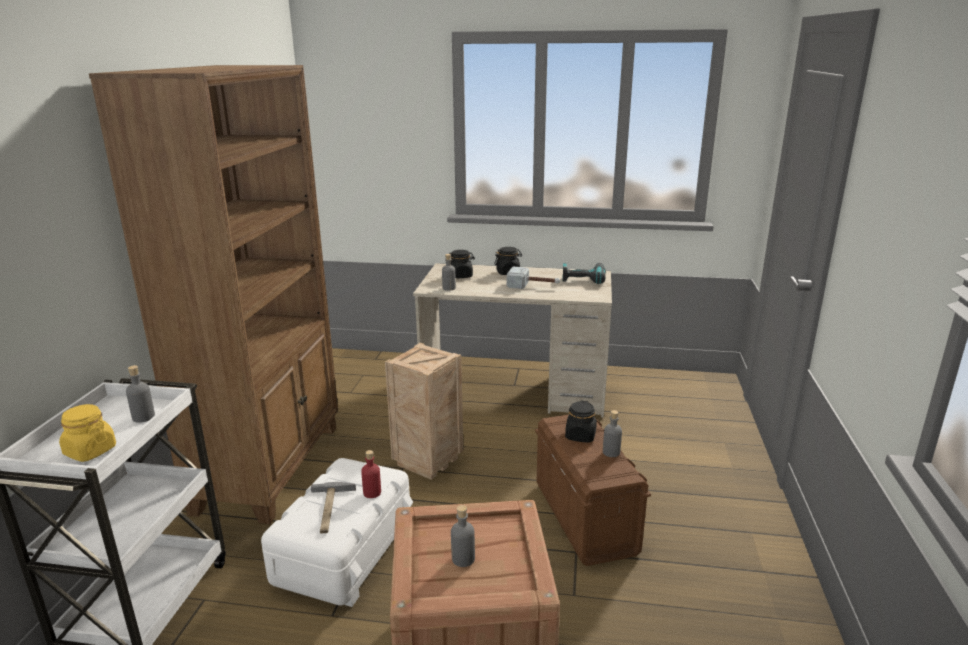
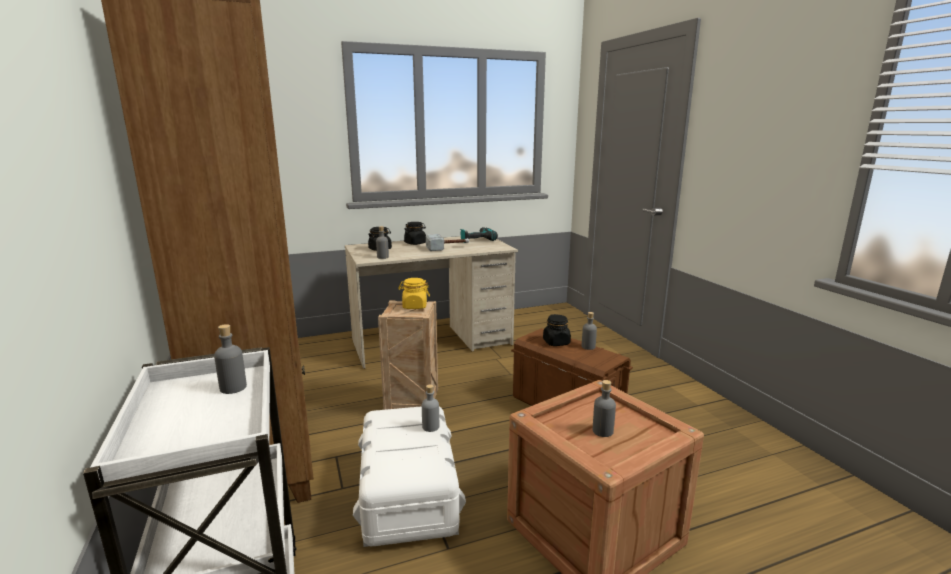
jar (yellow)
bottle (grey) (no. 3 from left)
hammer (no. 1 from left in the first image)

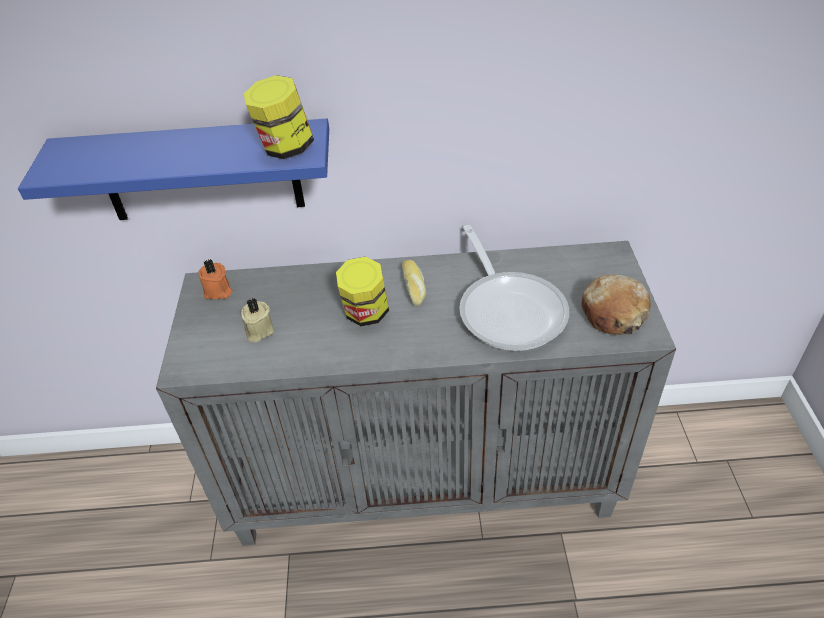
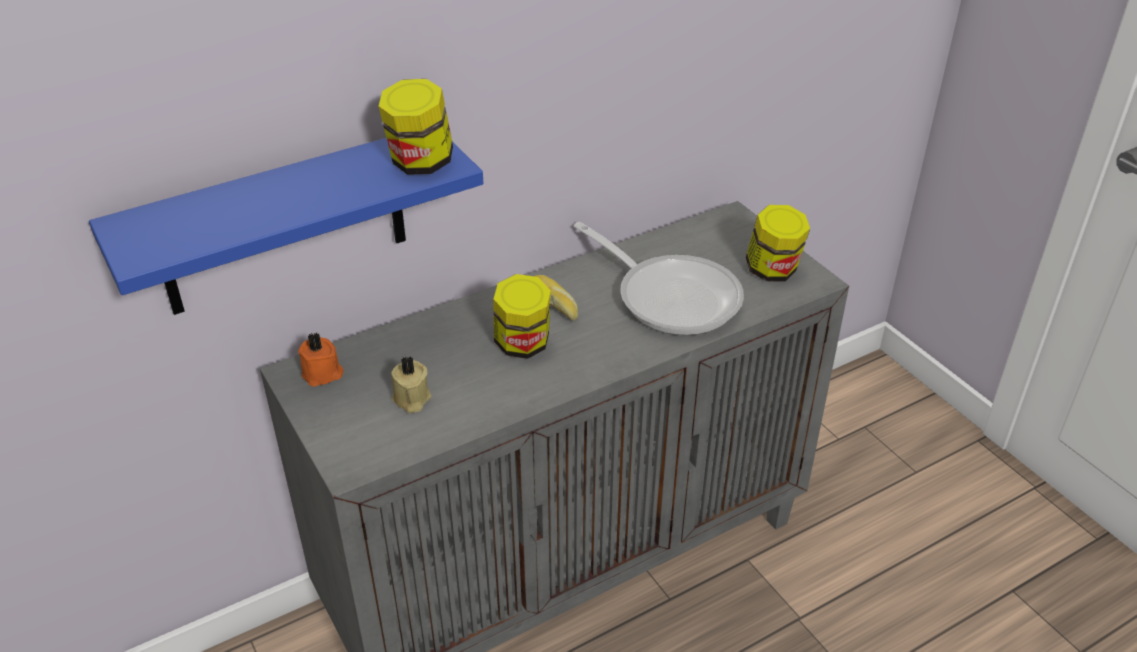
jar (no. 3 from left)

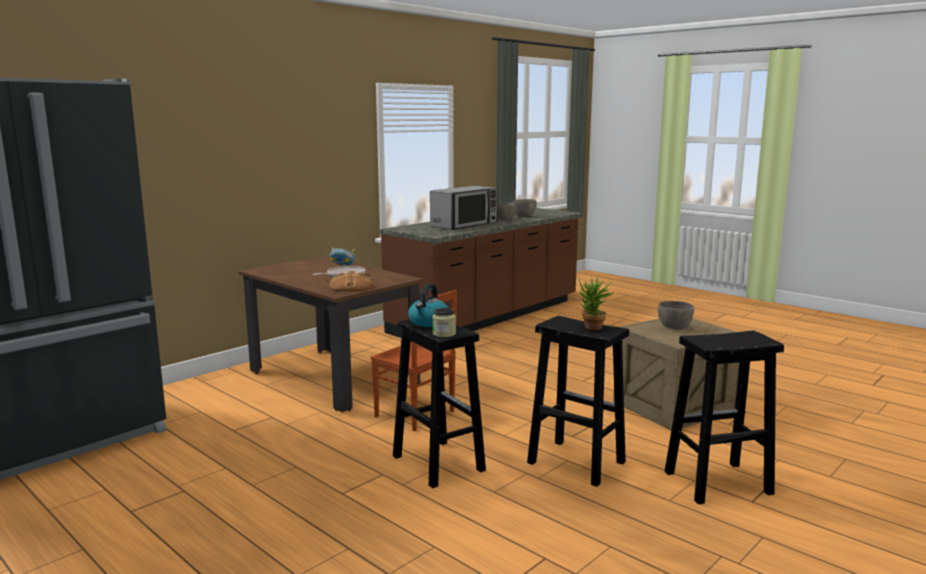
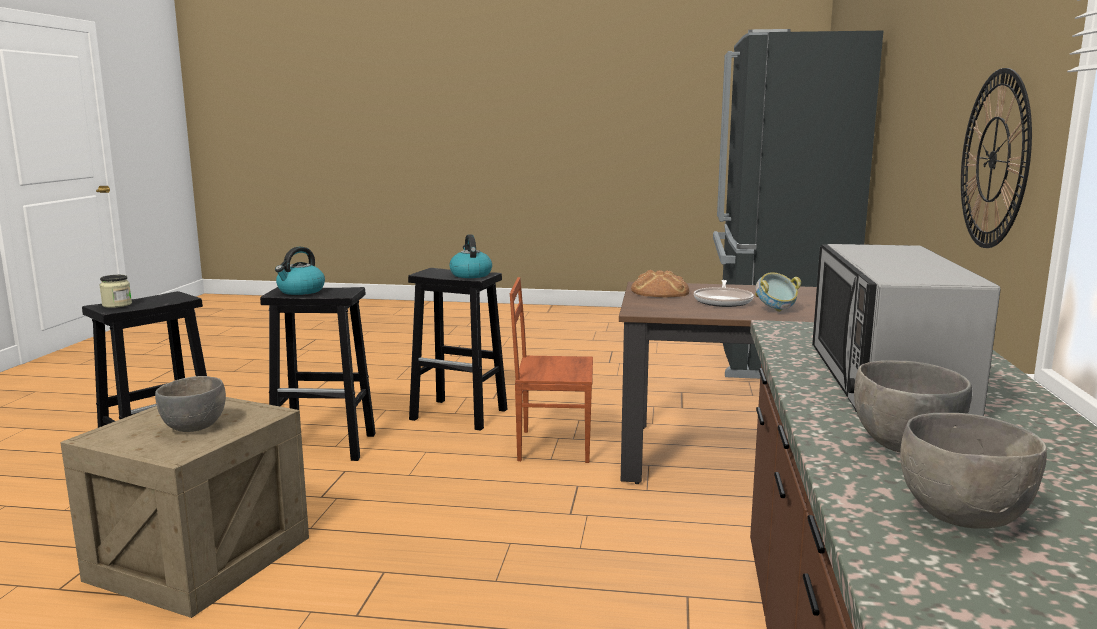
jar
kettle (no. 1 from left)
wall clock

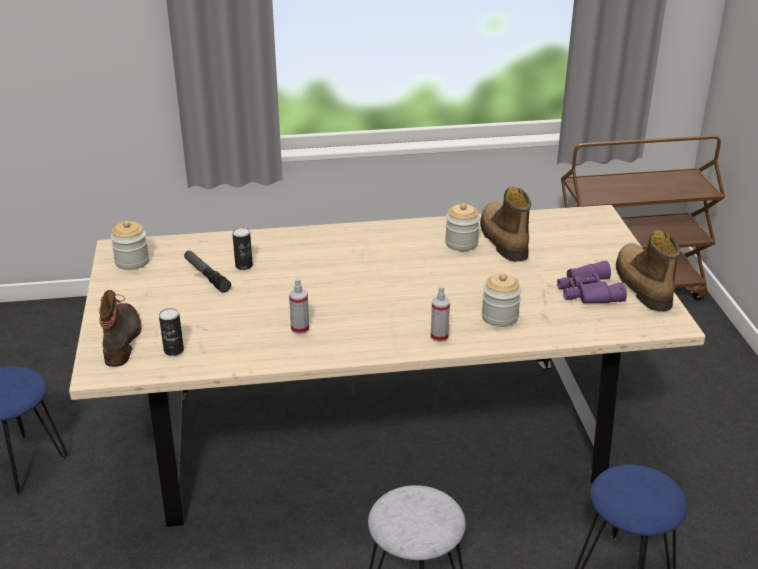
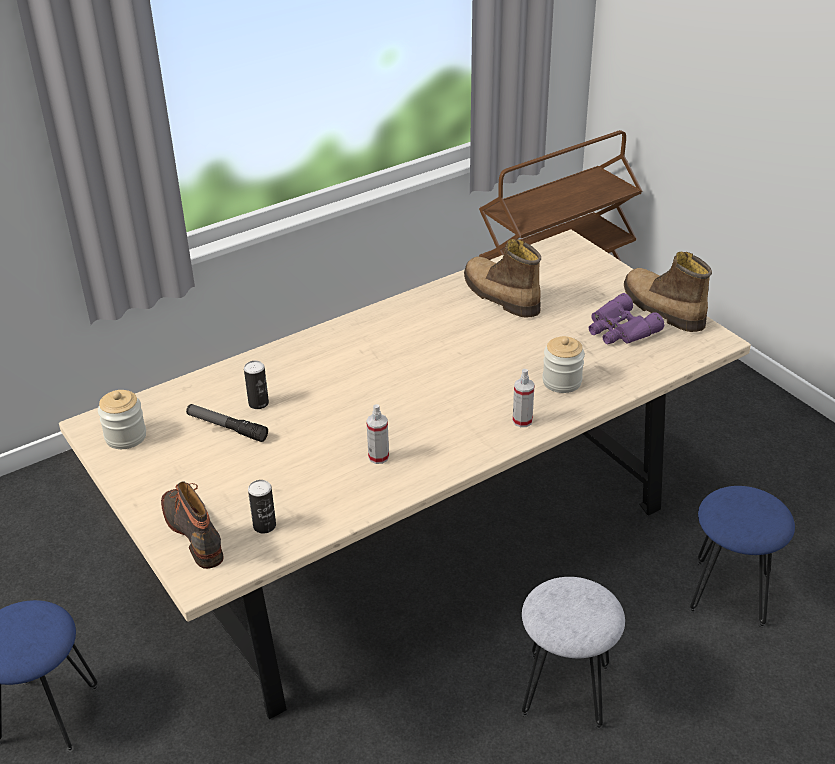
jar (no. 2 from left in the first image)

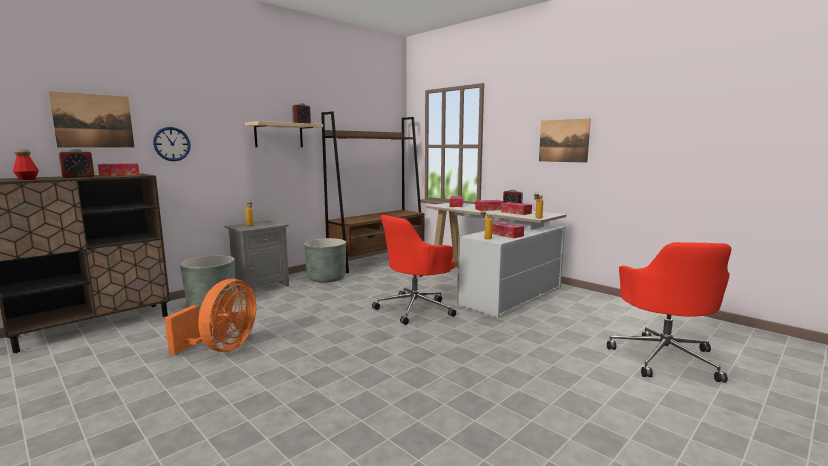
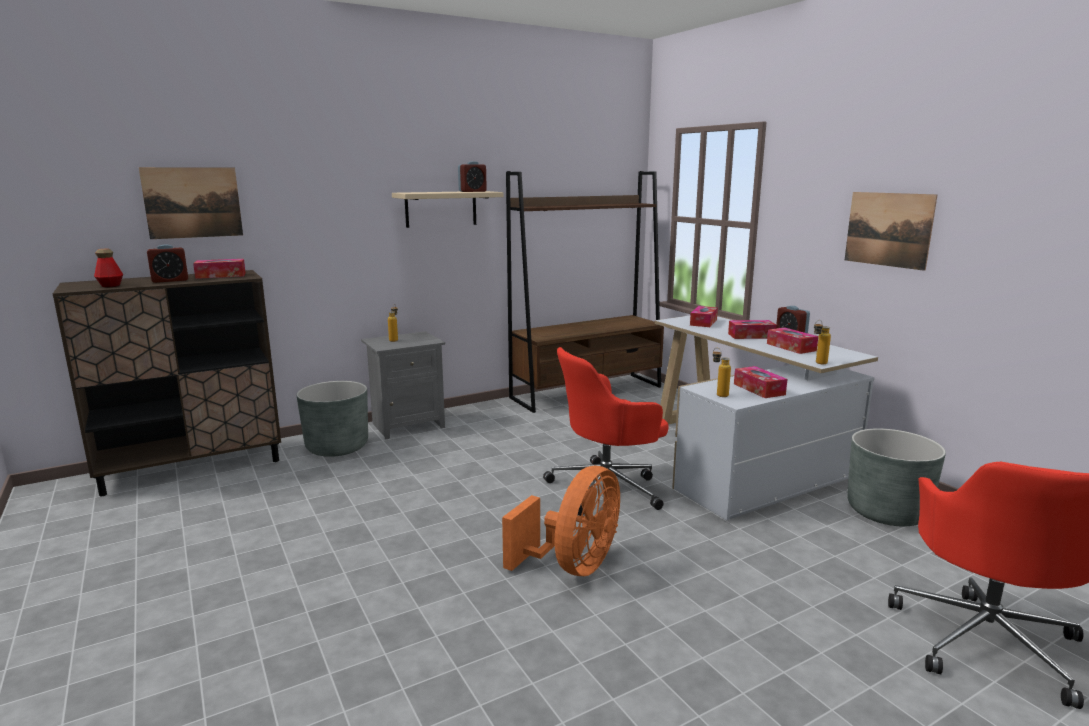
fan (orange)
planter (grey) (no. 2 from left)
wall clock

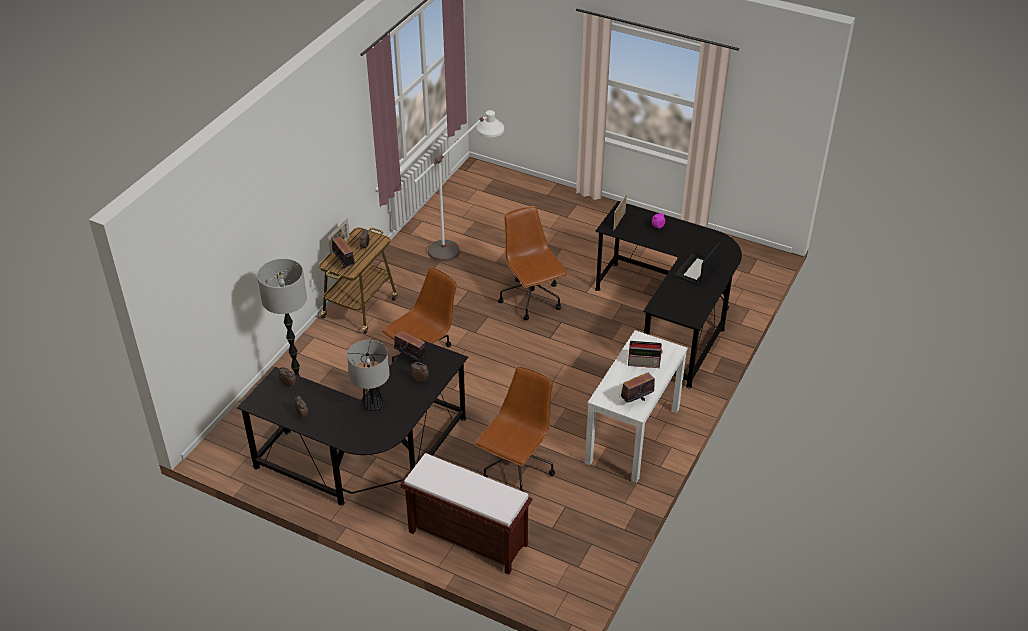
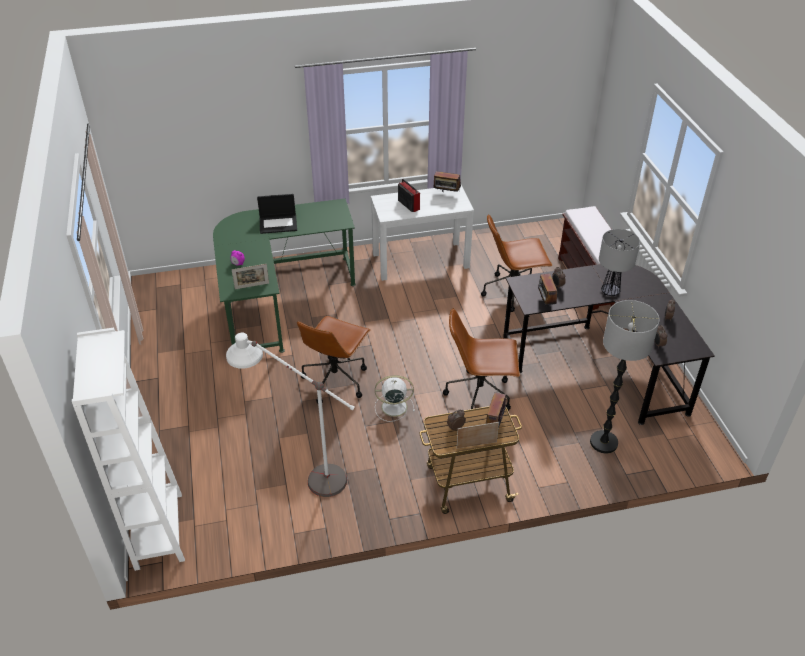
bookcase (white)
desk (green)
fan (white)

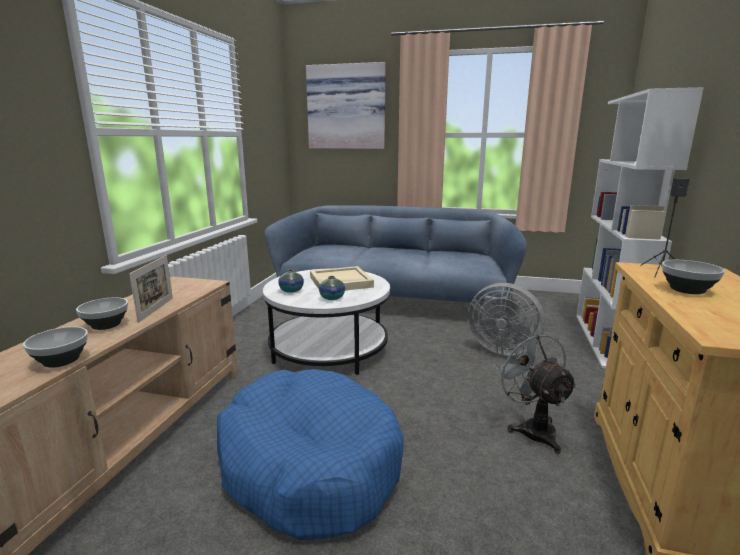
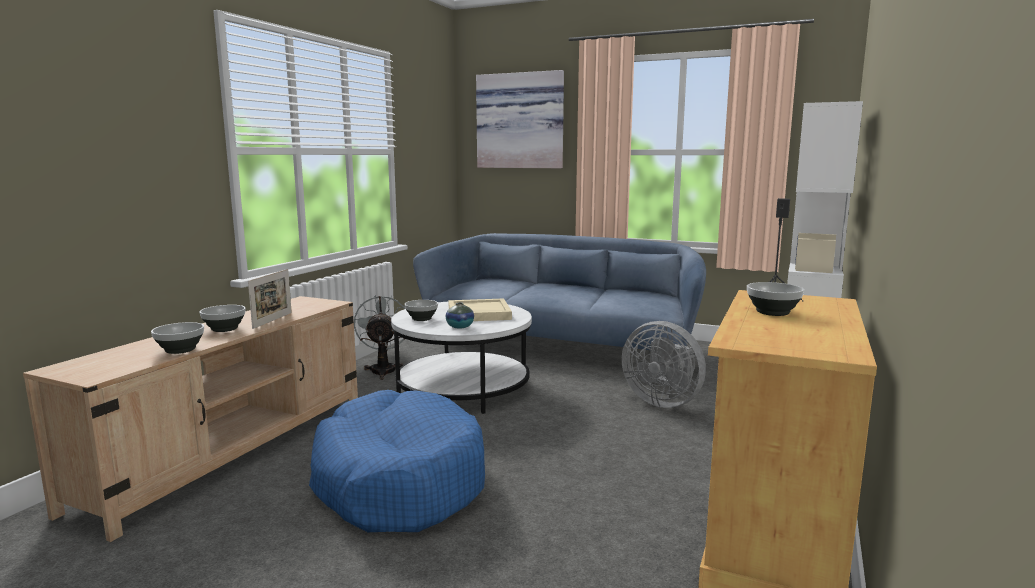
fan (grey) (no. 1 from left)
bowl (no. 3 from left)

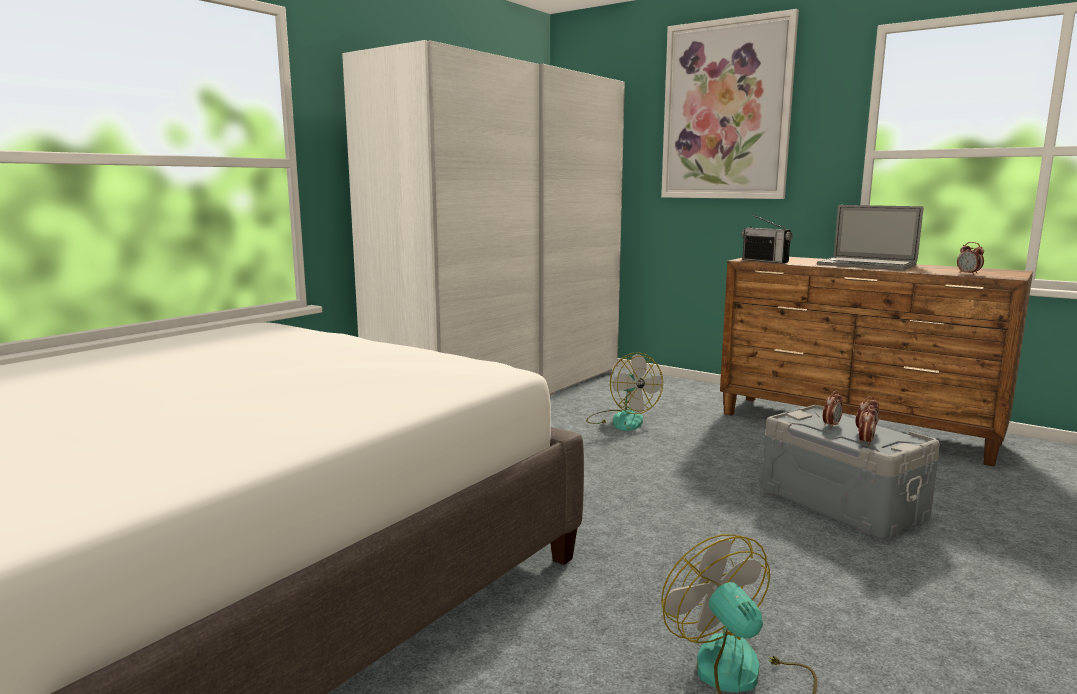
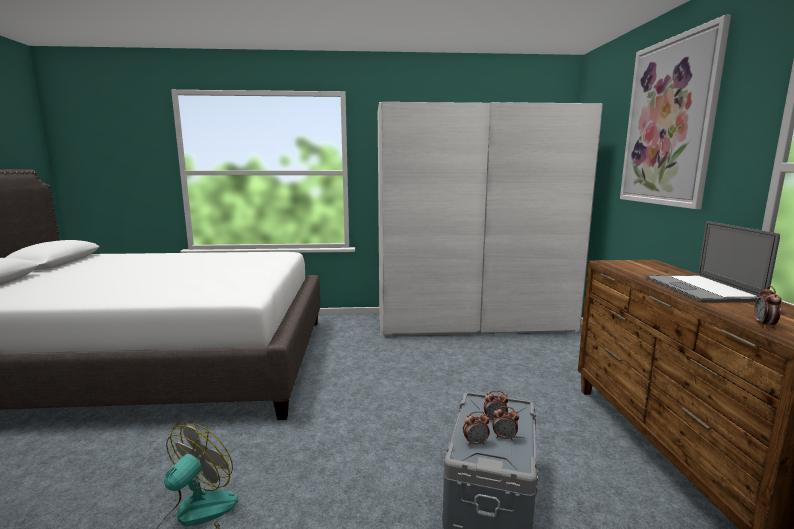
fan (no. 1 from left in the first image)
radio

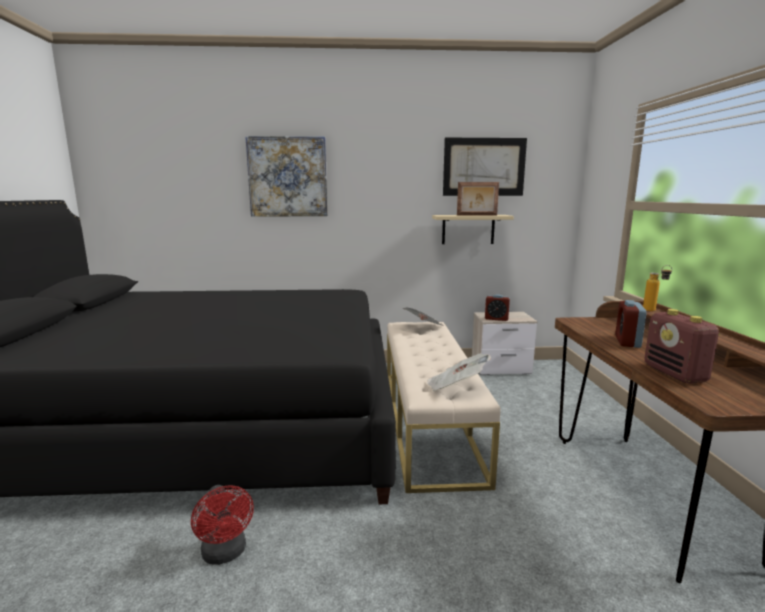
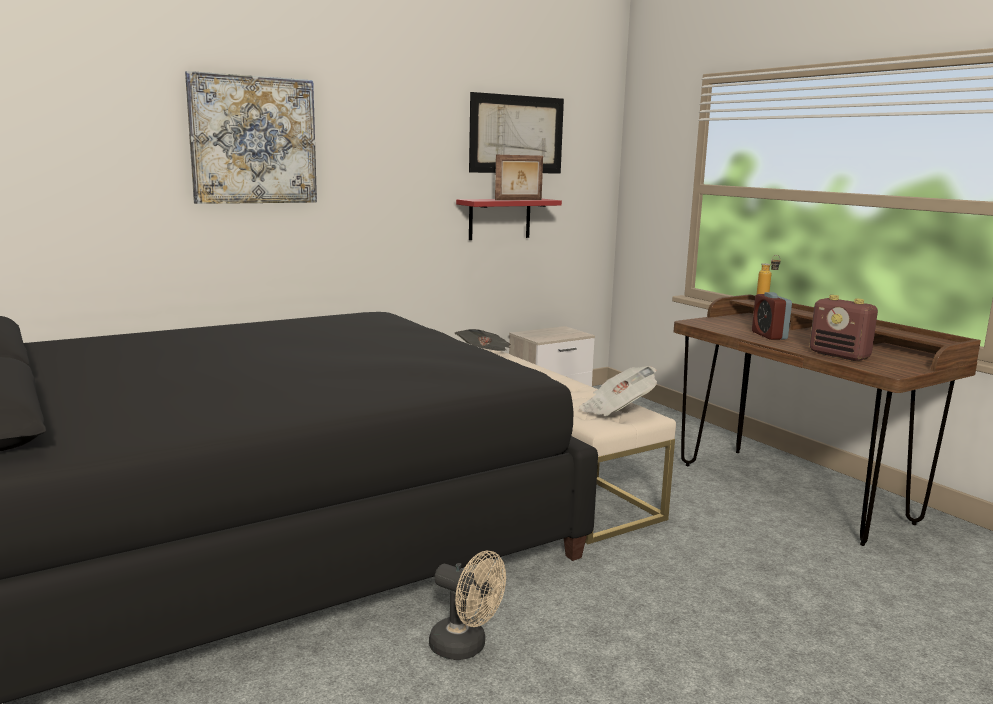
fan (beige)
shelf (red)
alarm clock (no. 1 from left in the first image)

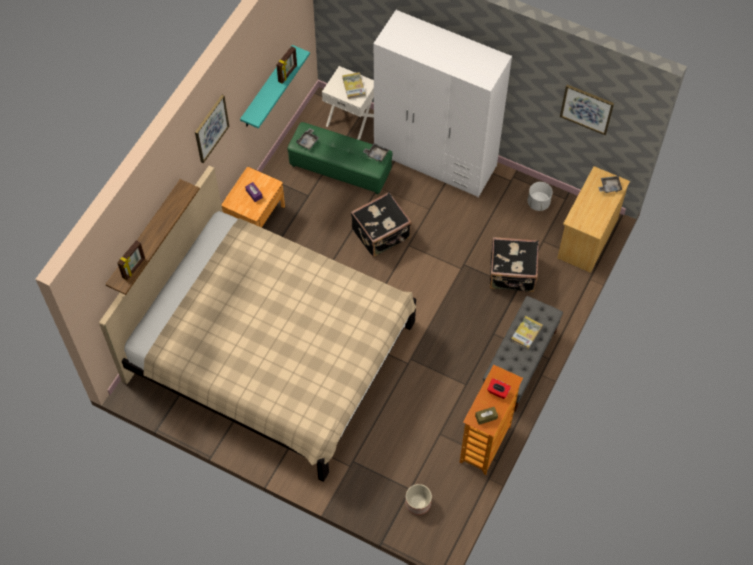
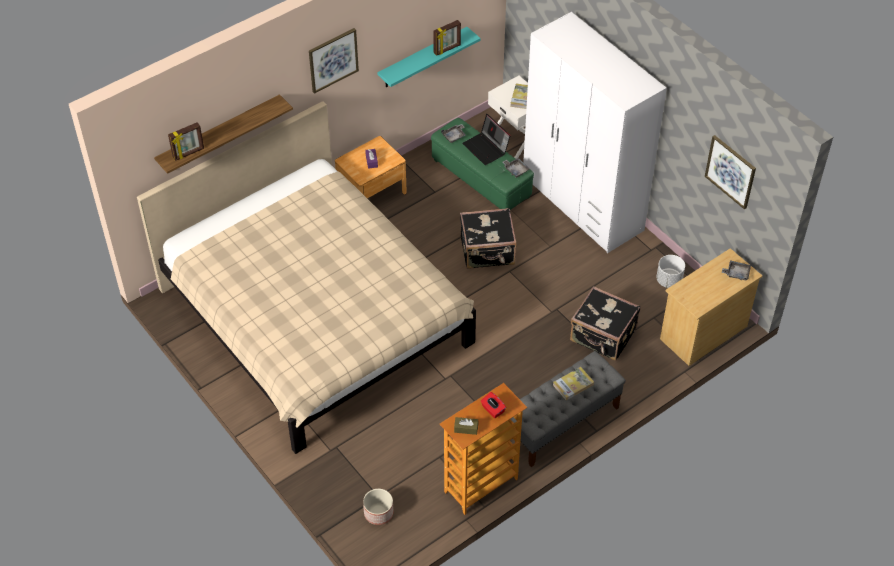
laptop

